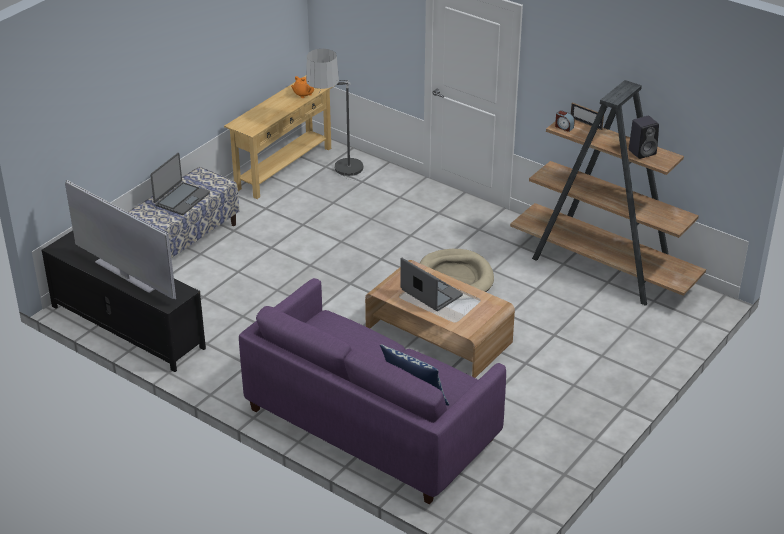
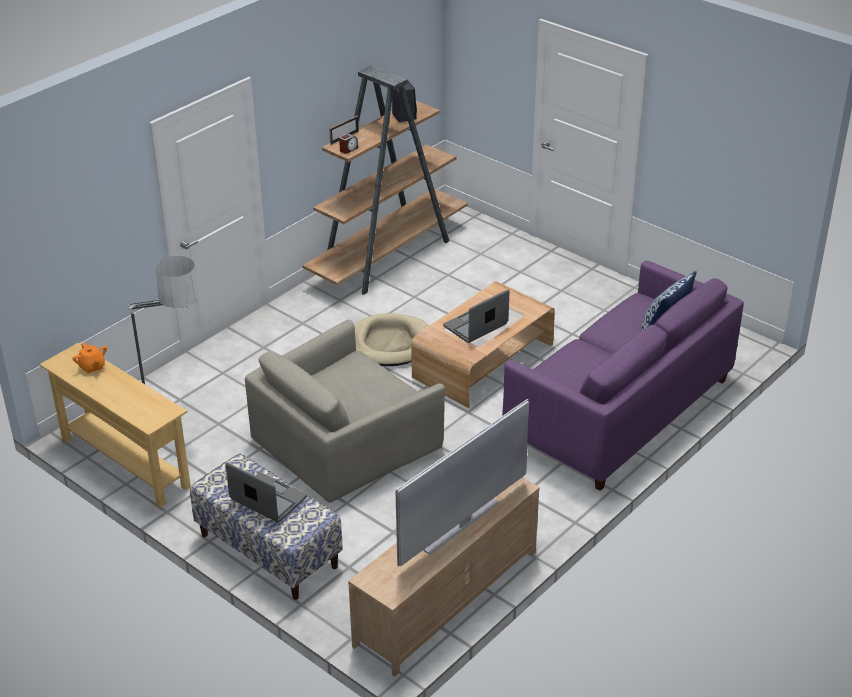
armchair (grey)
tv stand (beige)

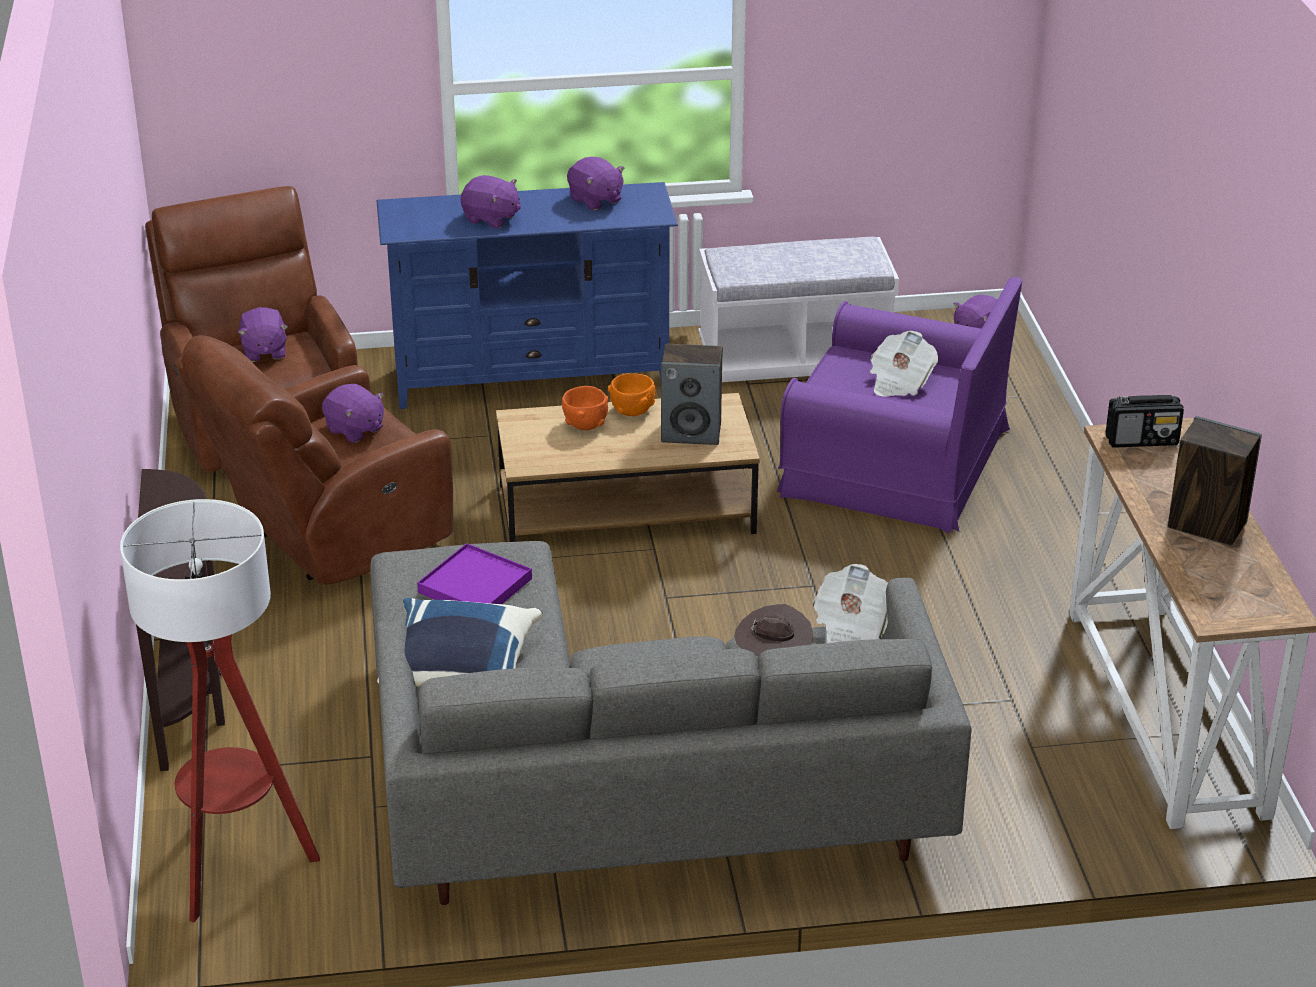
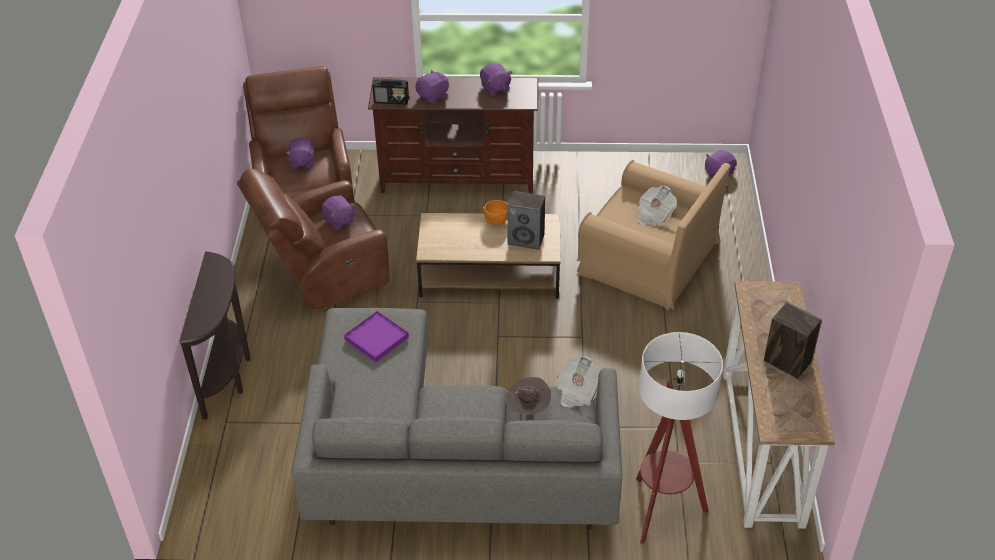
tv stand (brown)
radio
plush toy (purple) (no. 3 from left)
armchair (brown) (no. 3 from left)
floor lamp
pillow (blue)
bowl (orange) (no. 1 from left in the first image)
bench (white)

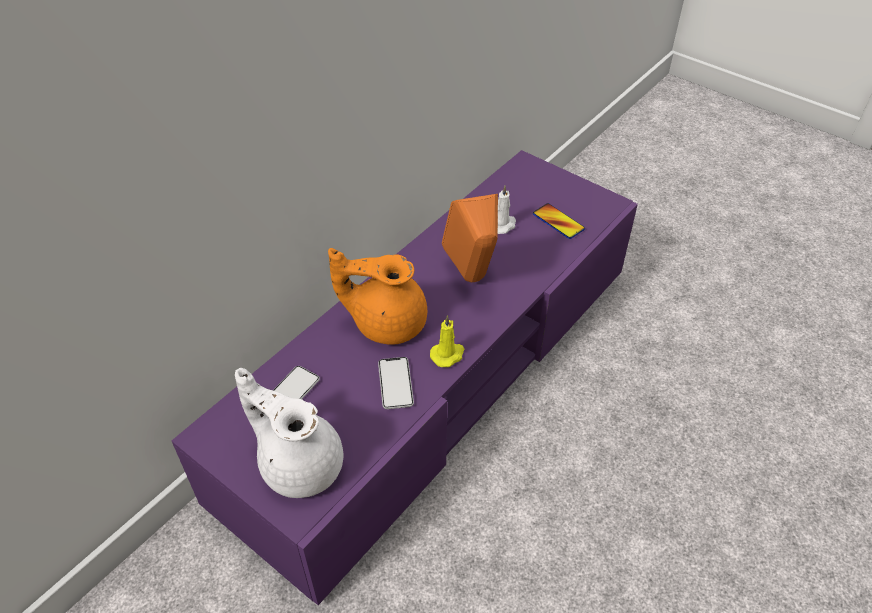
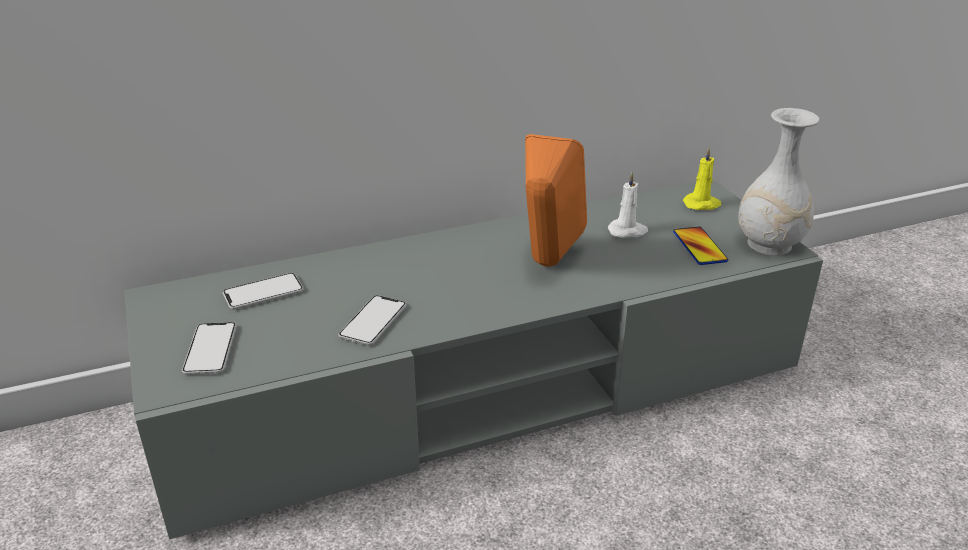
tv stand (grey)
phone (no. 1 from left)
candle (yellow)
vase (white)
teapot (orange)

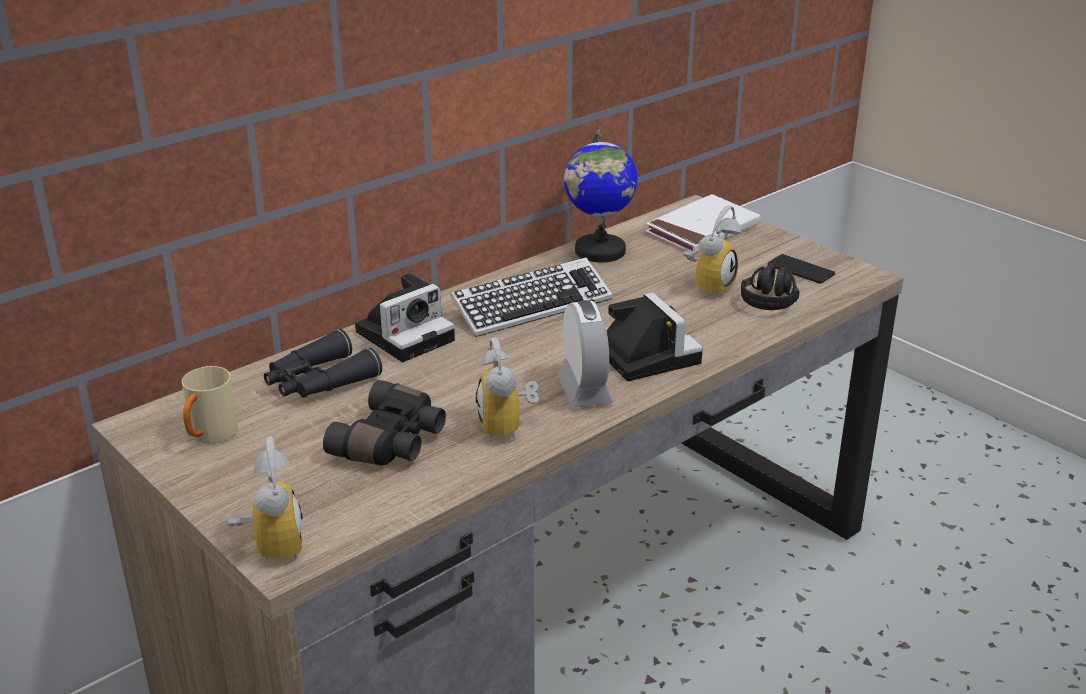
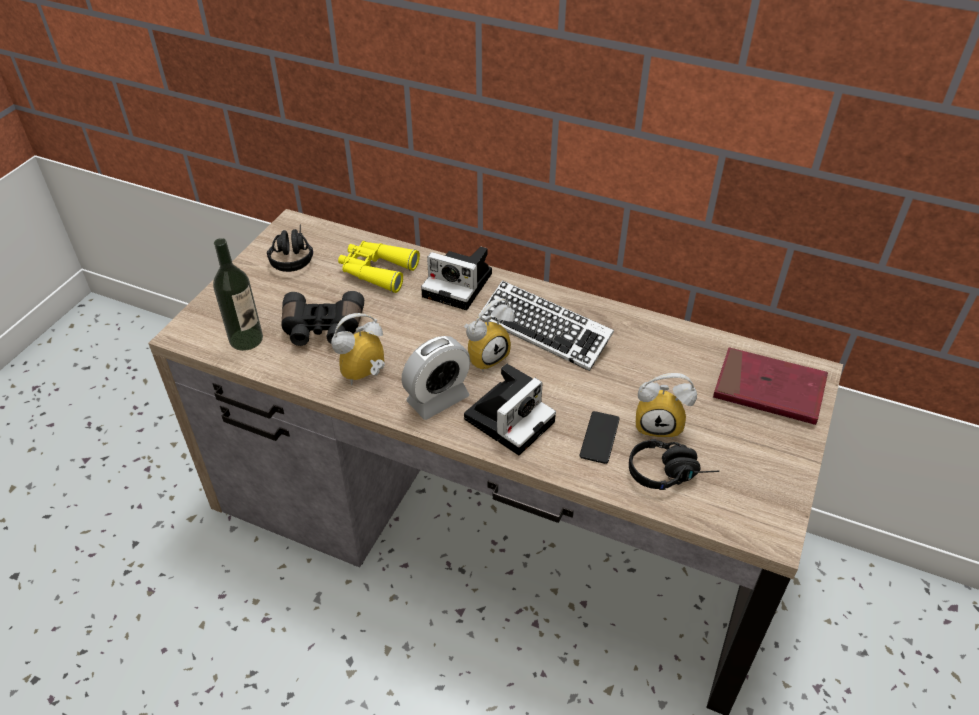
bottle
headphones (black) (no. 1 from left)
binoculars (yellow)
alarm clock (no. 3 from left)
phone
book (red)
globe

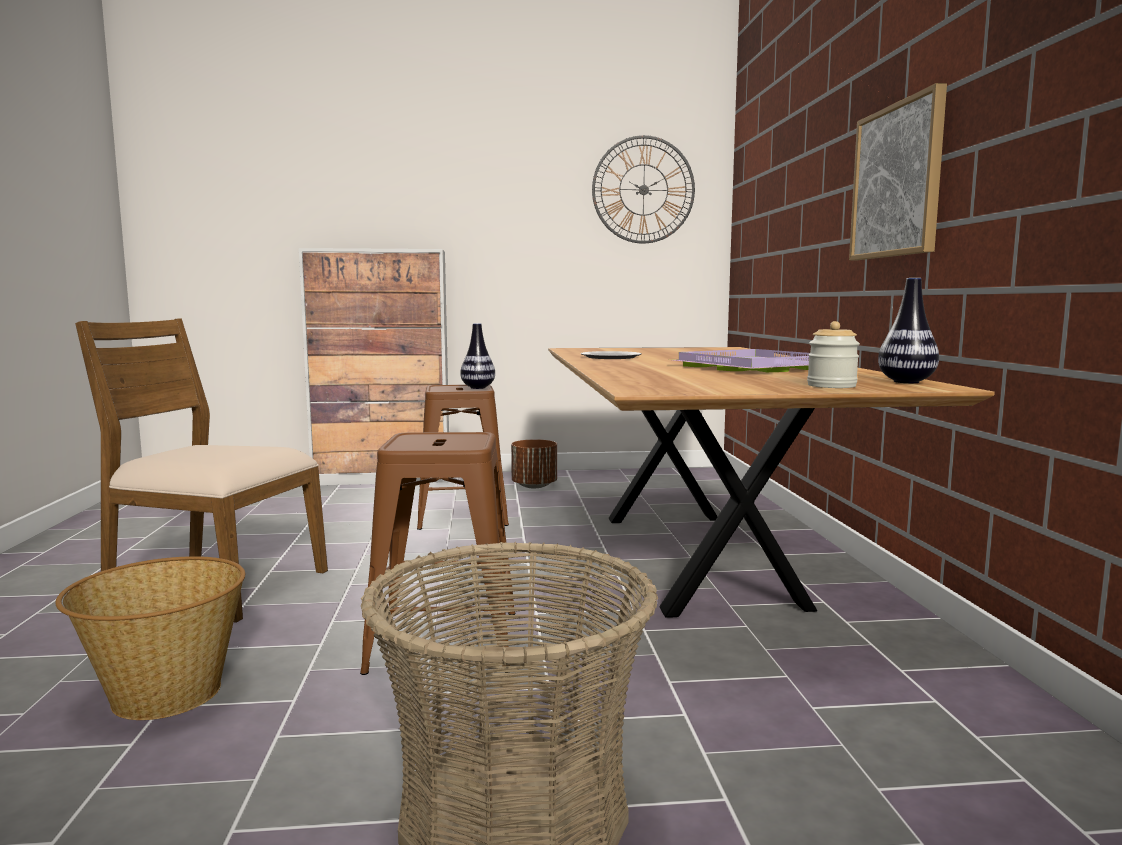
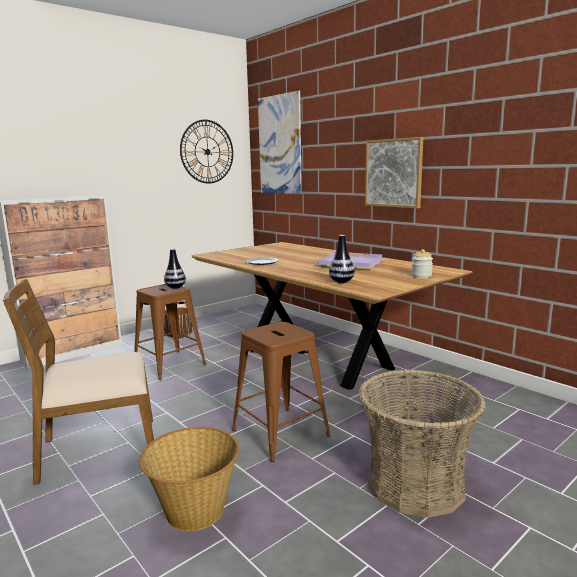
picture (no. 1 from left)
vase (no. 2 from left)

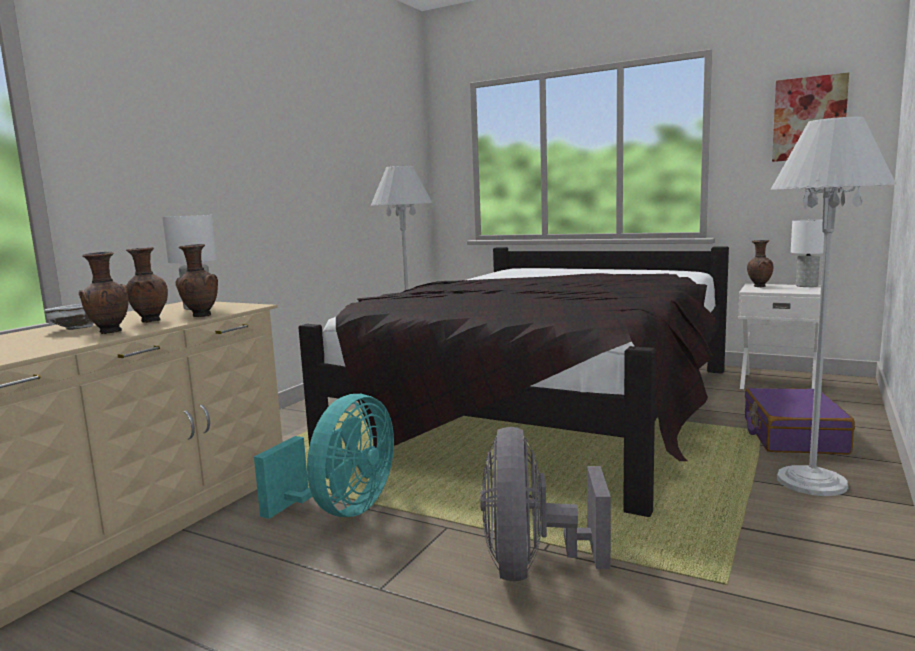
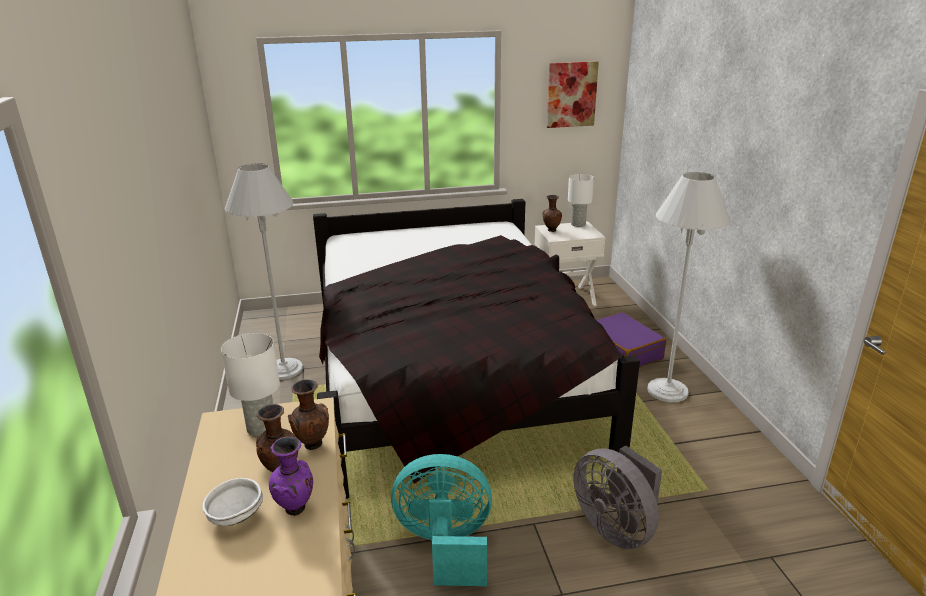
vase (purple)
fan (turquoise)

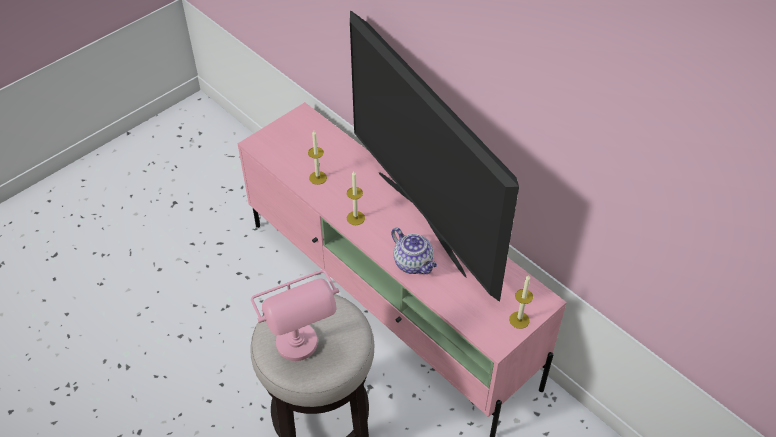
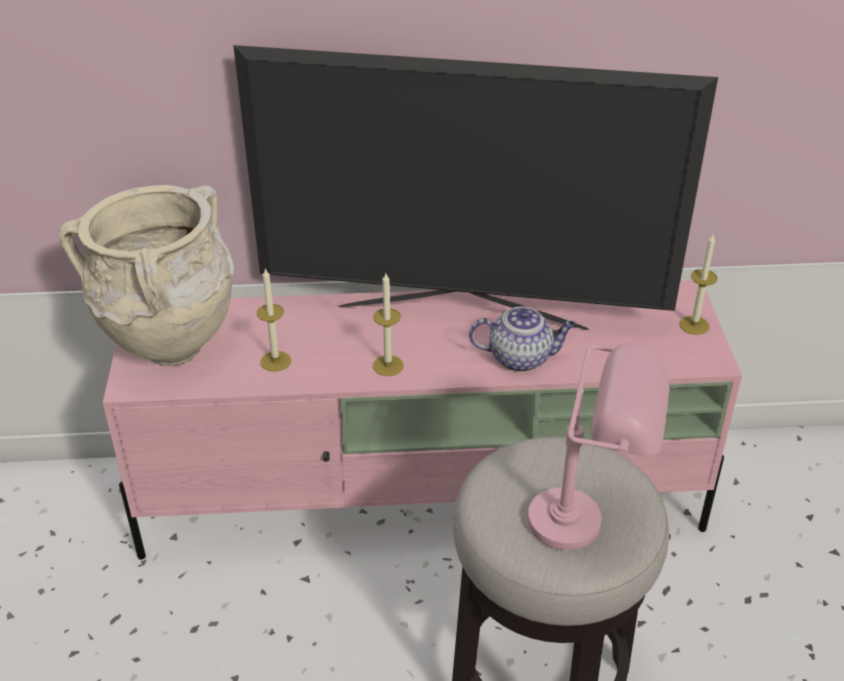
vase (beige)

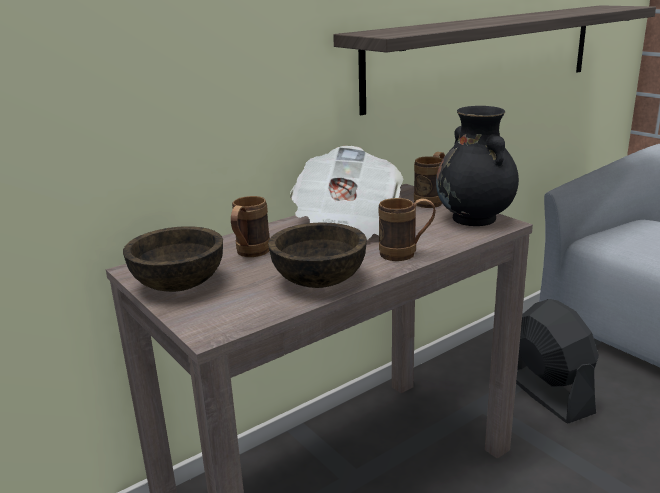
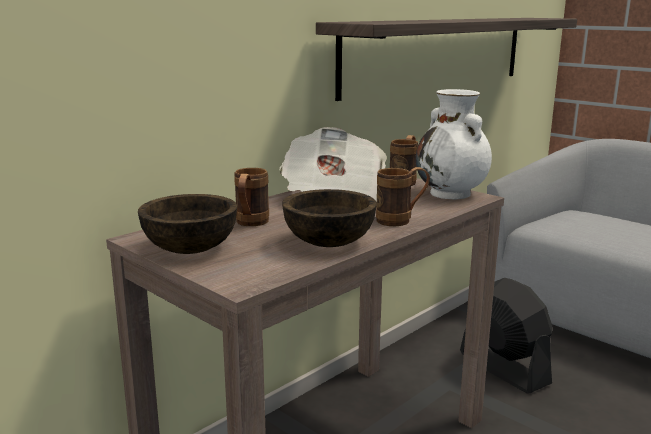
vase (white)

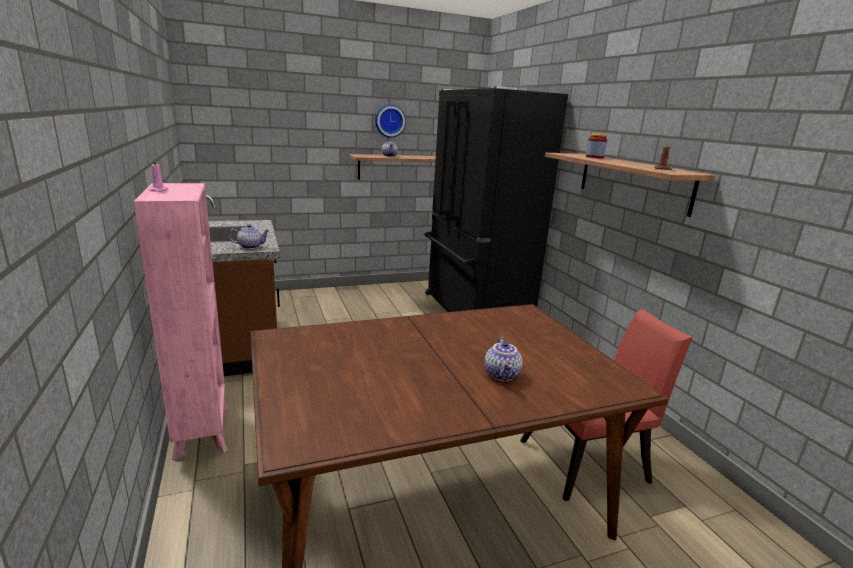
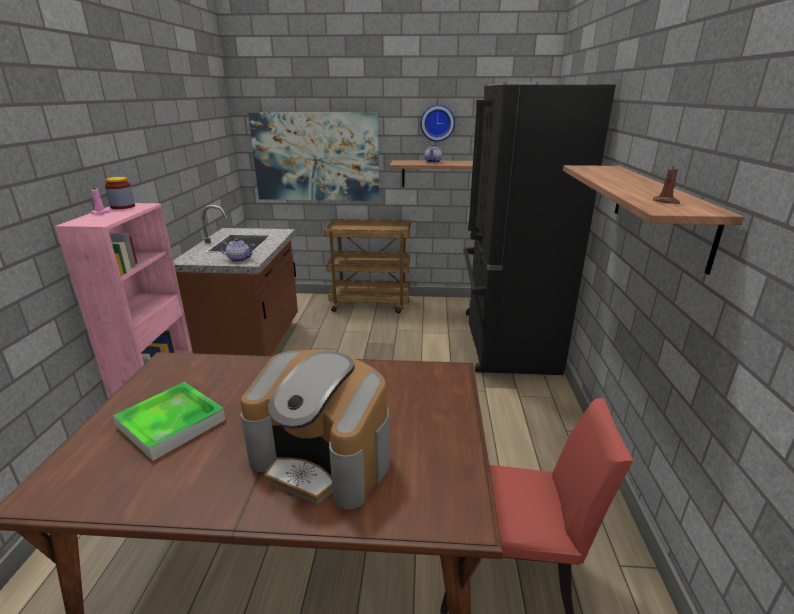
jar
tray
coffee machine
picture
cart (brown)

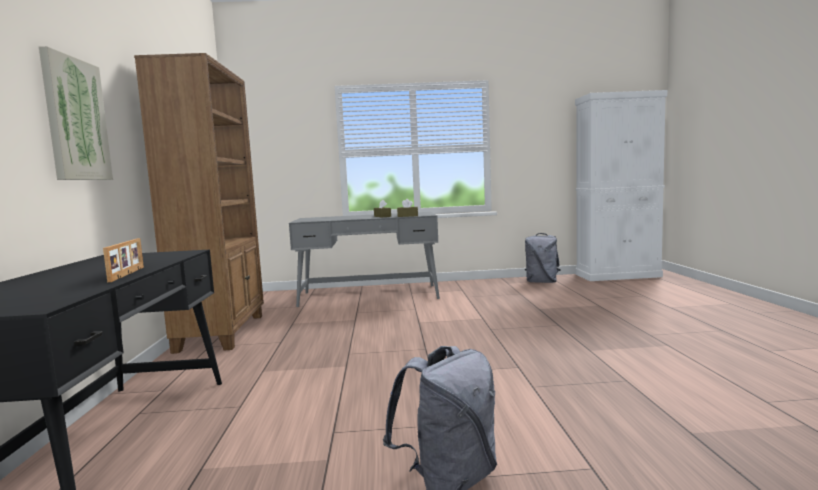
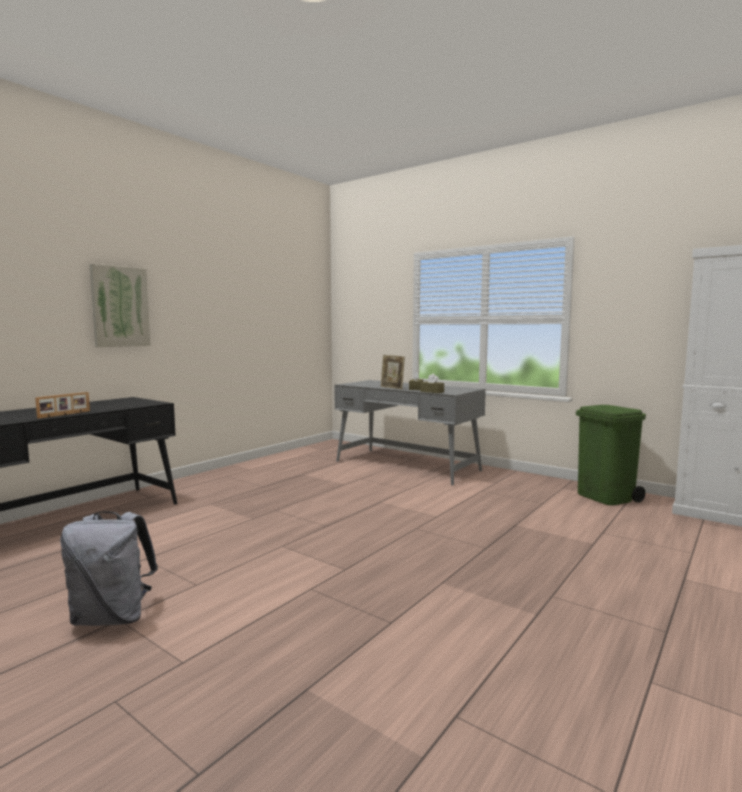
picture frame (no. 2 from left)
trash can (green)
bookcase (brown)

